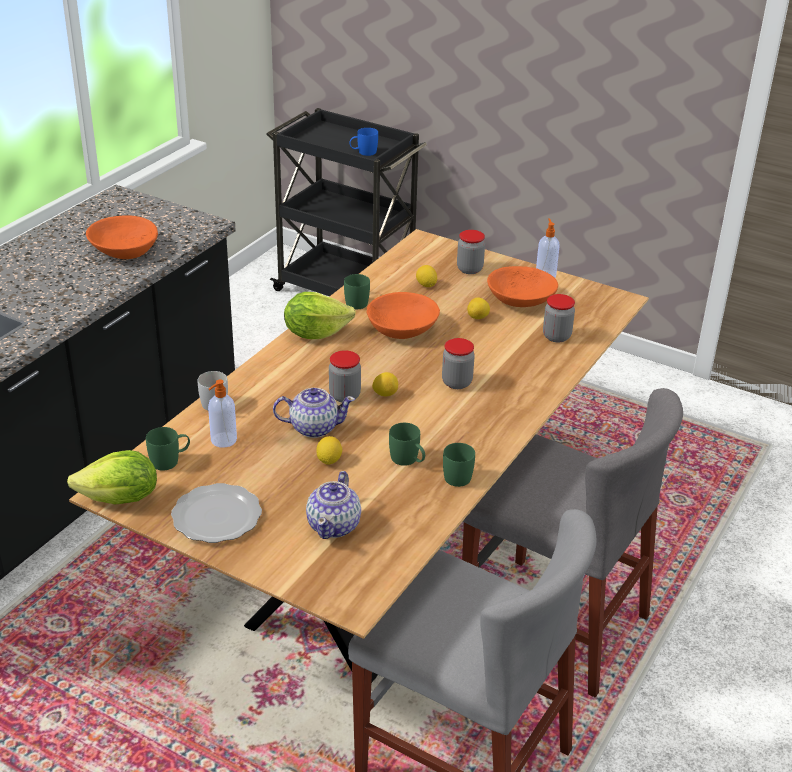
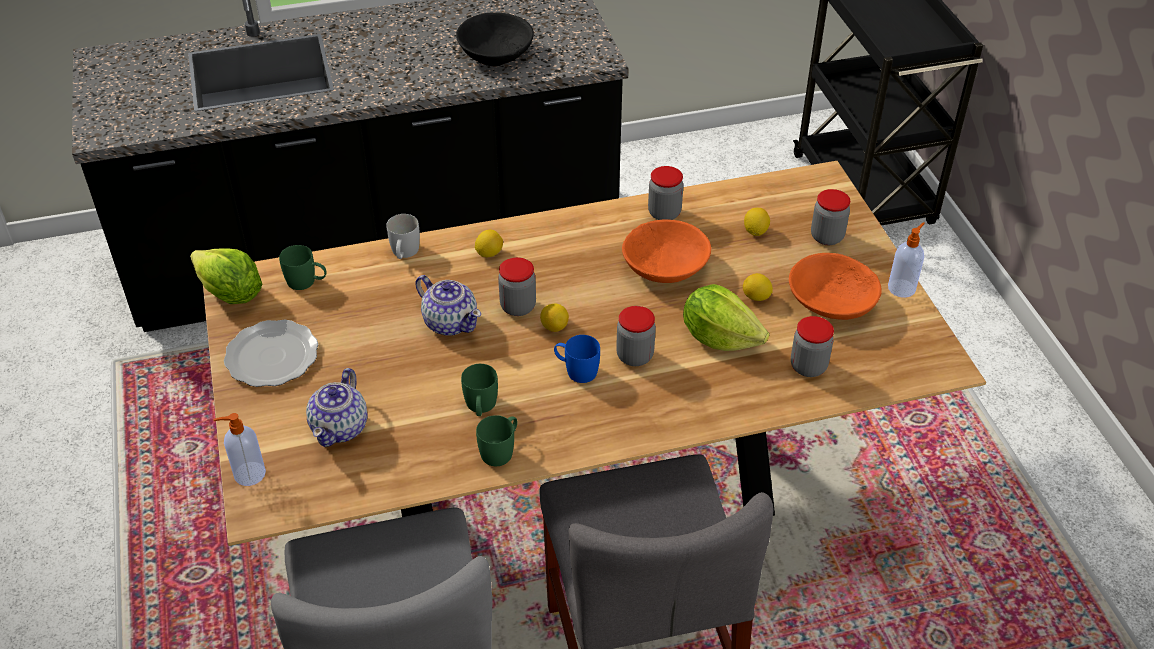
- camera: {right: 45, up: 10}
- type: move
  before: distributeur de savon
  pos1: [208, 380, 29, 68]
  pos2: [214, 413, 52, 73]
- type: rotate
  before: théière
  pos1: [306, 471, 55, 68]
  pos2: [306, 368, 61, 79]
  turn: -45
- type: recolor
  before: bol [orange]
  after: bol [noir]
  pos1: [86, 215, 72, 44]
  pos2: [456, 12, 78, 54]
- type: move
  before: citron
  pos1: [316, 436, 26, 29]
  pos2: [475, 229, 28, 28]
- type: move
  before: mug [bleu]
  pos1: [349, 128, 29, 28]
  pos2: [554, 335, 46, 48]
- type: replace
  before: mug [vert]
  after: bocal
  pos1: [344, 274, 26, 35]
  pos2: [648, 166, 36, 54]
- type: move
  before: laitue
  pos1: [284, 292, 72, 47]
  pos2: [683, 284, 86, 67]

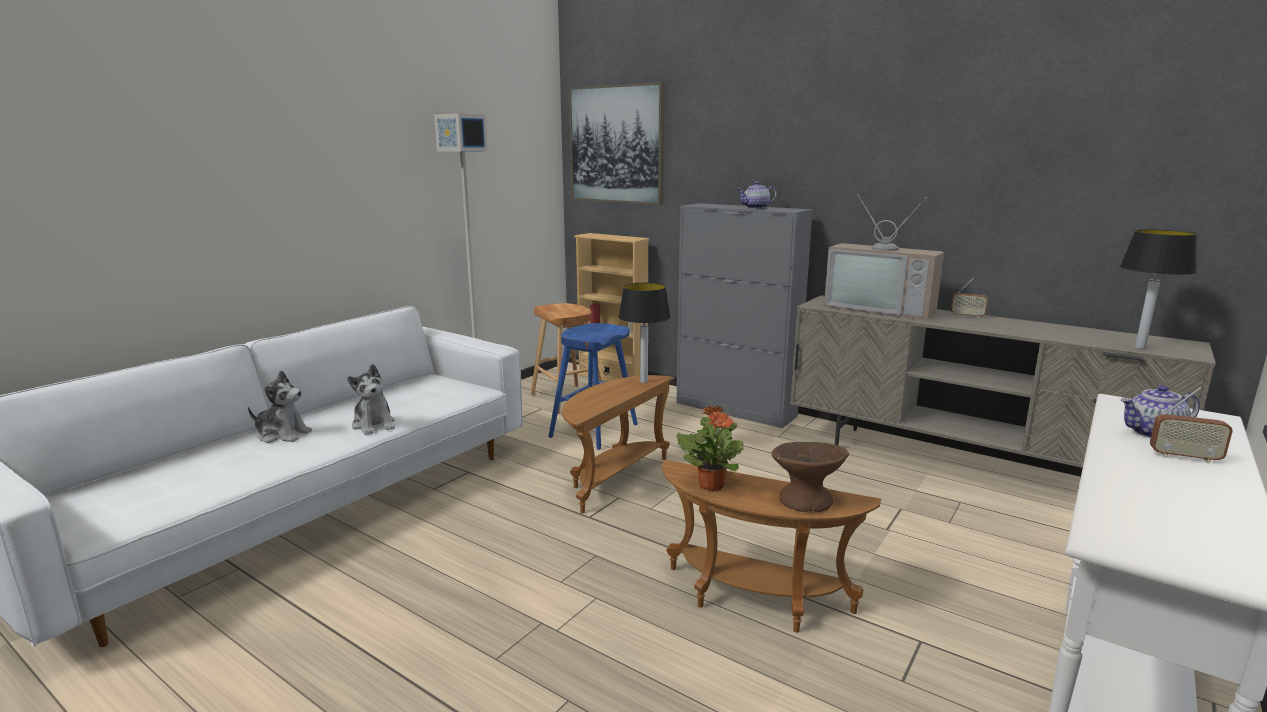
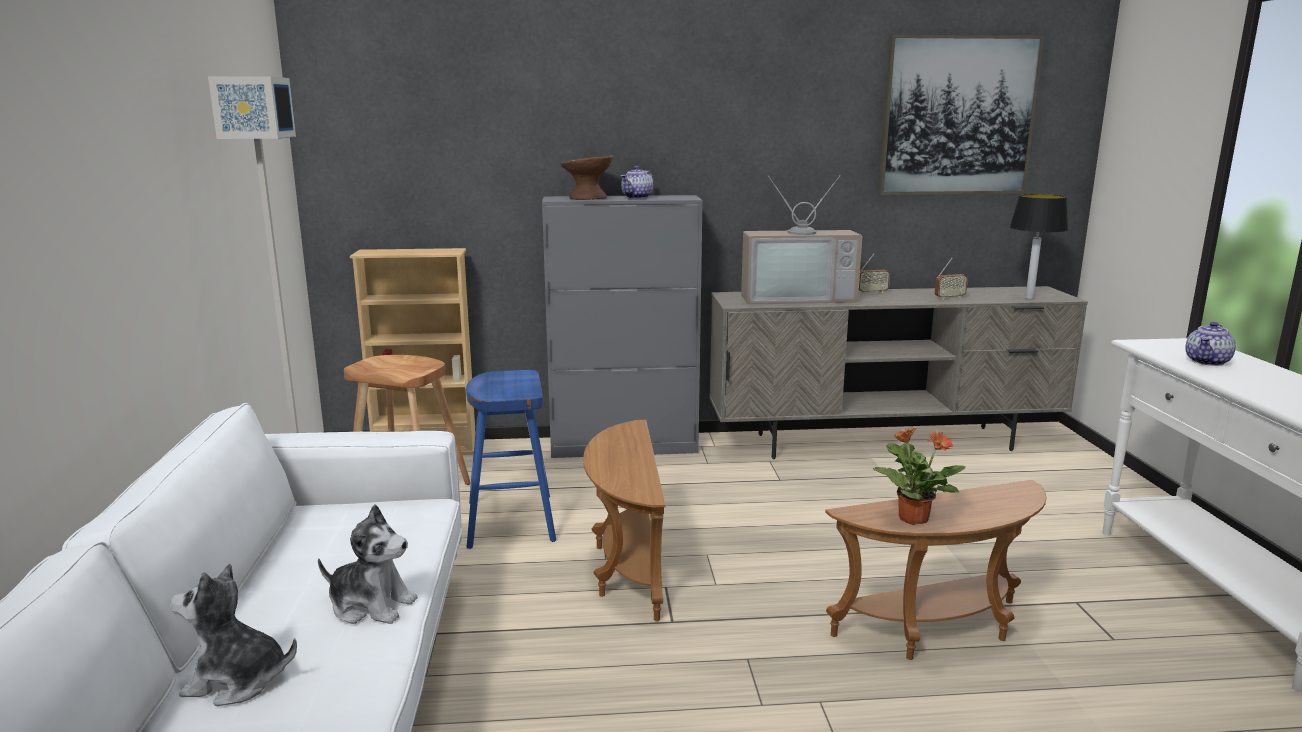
- camera: {right: -40, up: 0}
- type: rotate
  before: peluche
  pos1: [248, 370, 64, 73]
  pos2: [170, 564, 127, 142]
  turn: -150
- type: move
  before: bol [marron]
  pos1: [771, 442, 78, 70]
  pos2: [561, 155, 52, 45]
- type: move
  before: tableau
  pos1: [569, 82, 96, 123]
  pos2: [878, 35, 166, 160]
- type: move
  before: radio
  pos1: [1150, 387, 83, 77]
  pos2: [935, 258, 33, 41]
- type: delete
  before: lampe de table
  pos1: [618, 282, 52, 101]

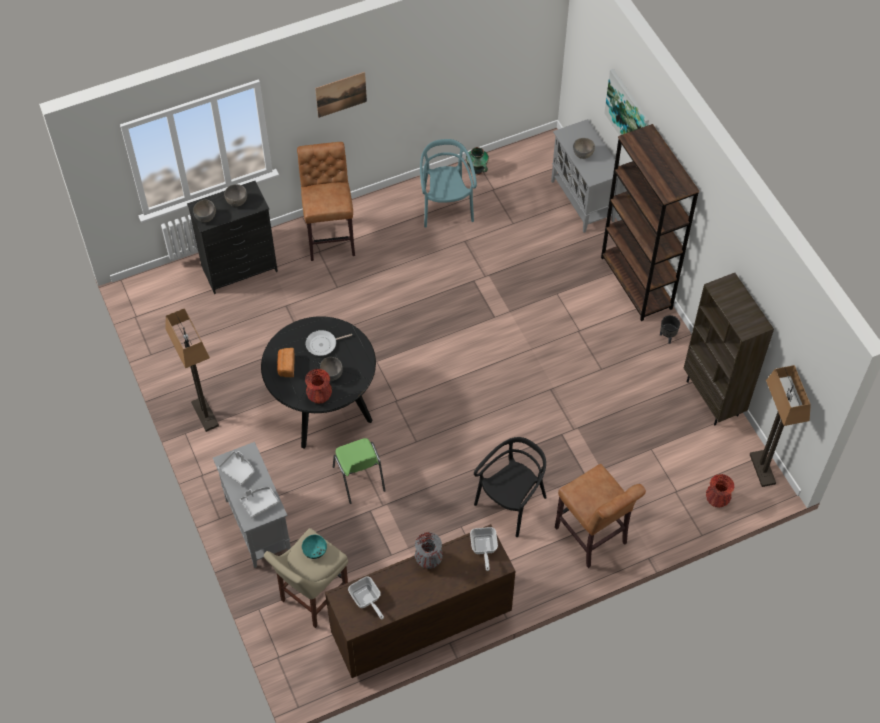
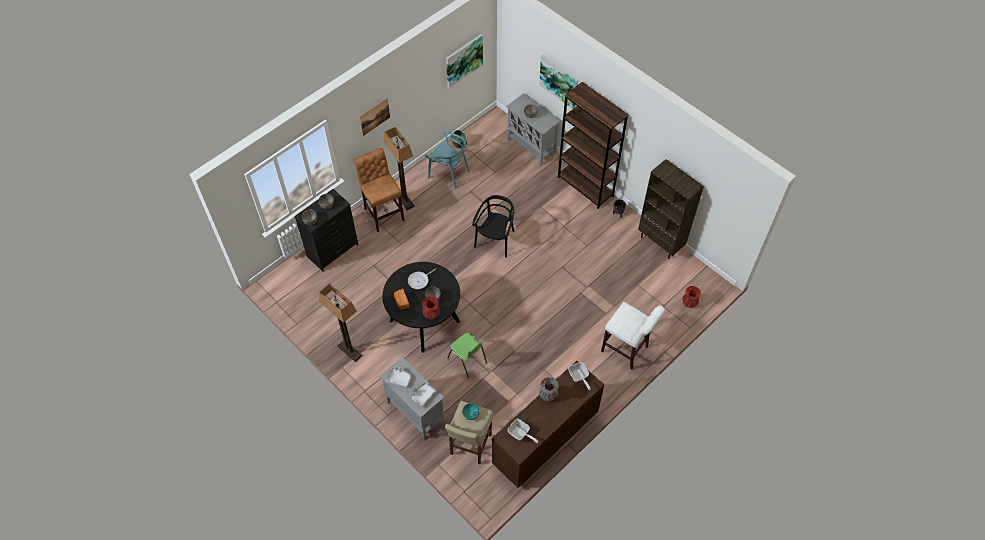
- camera: {right: -20, up: 0}
- type: move
  before: lampadaire
  pos1: [750, 365, 61, 122]
  pos2: [383, 127, 32, 83]
- type: rotate
  before: chaise [turquoise]
  pos1: [420, 139, 57, 89]
  pos2: [425, 131, 45, 58]
  turn: 150
- type: insert
  after: tableau
  pos2: [446, 34, 37, 55]
- type: move
  before: chaise [noir]
  pos1: [474, 437, 73, 100]
  pos2: [472, 195, 42, 62]
- type: recolor
  before: tabouret [marron]
  after: tabouret [blanc]
  pos1: [555, 464, 91, 104]
  pos2: [601, 302, 64, 68]

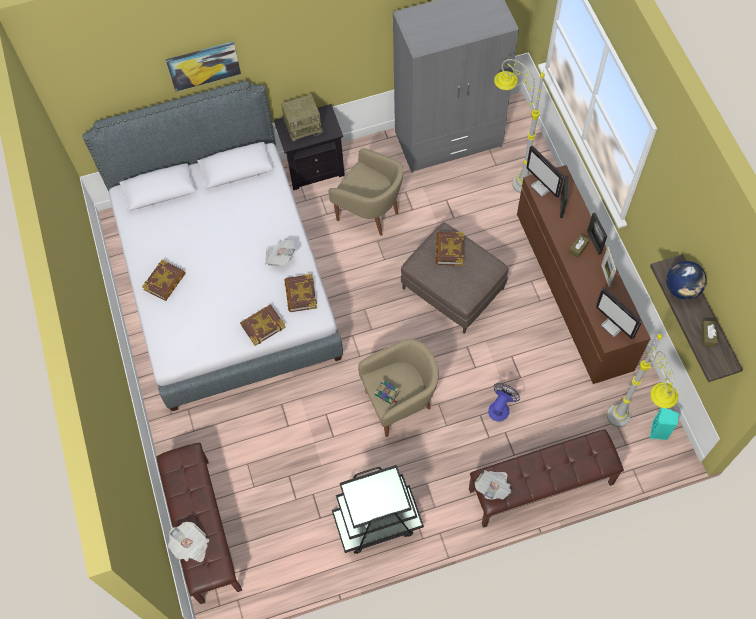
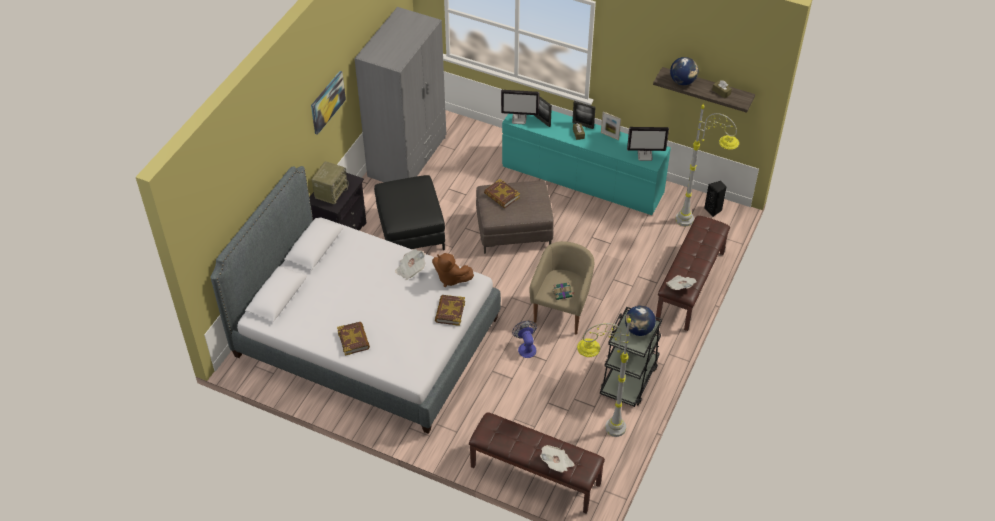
- camera: {right: -50, up: -15}
- type: move
  before: tableau
  pos1: [166, 41, 75, 51]
  pos2: [311, 71, 35, 64]
- type: replace
  before: fauteuil [beige]
  after: pouf [noir]
  pos1: [328, 148, 75, 88]
  pos2: [374, 175, 71, 75]
- type: replace
  before: livre
  after: peluche [marron]
  pos1: [285, 274, 32, 38]
  pos2: [432, 253, 42, 34]
- type: recolor
  before: commode [marron]
  after: commode [turquoise]
  pos1: [517, 165, 134, 219]
  pos2: [502, 110, 169, 105]
- type: move
  before: ventilateur
  pos1: [488, 383, 32, 39]
  pos2: [512, 321, 25, 37]
- type: move
  before: lampadaire [gris]
  pos1: [494, 59, 51, 134]
  pos2: [577, 316, 54, 121]
- type: insert
  after: globe
  pos2: [625, 305, 31, 31]
- type: recolor
  before: enceinte [turquoise]
  after: enceinte [noir]
  pos1: [649, 408, 30, 32]
  pos2: [704, 181, 23, 36]

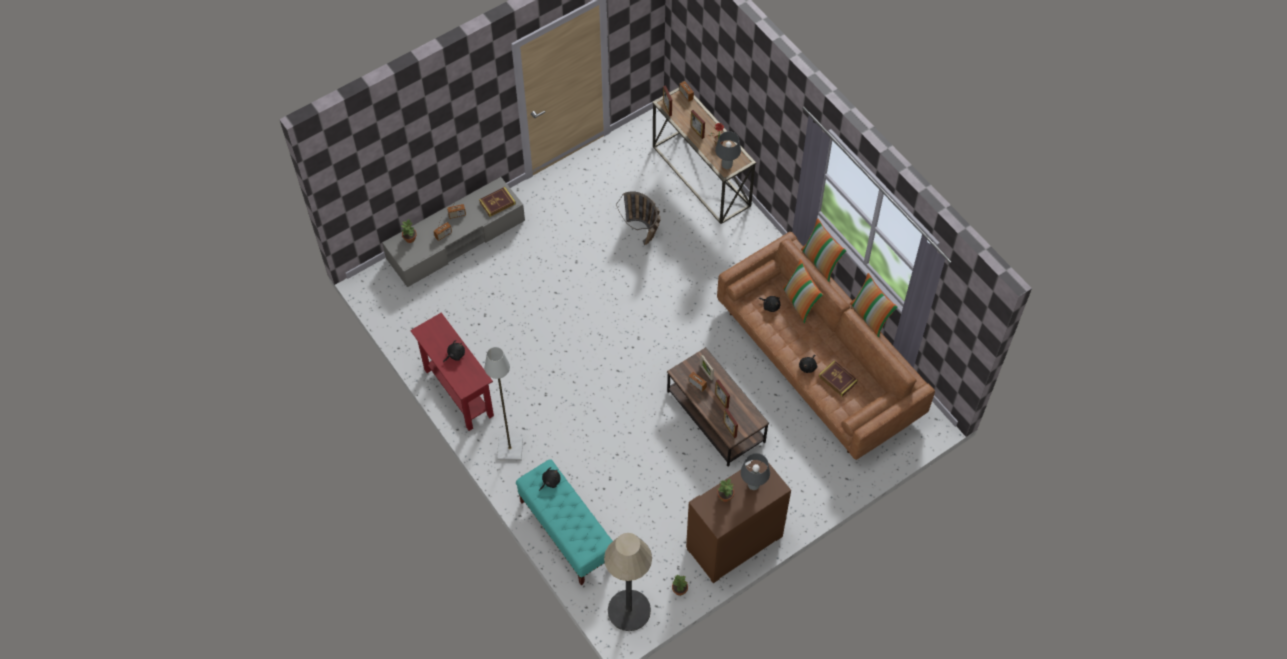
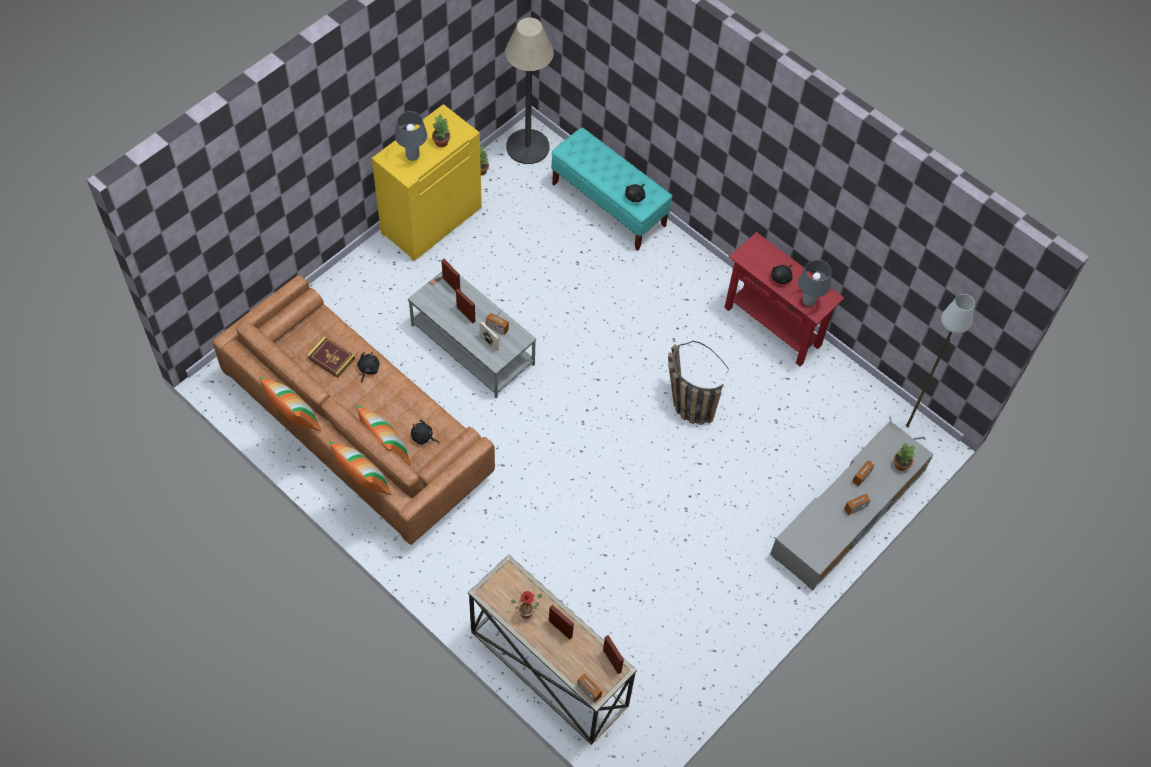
- camera: {right: 165, up: 0}
- type: recolor
  before: meuble de rangement [marron]
  after: meuble de rangement [jaune]
  pos1: [686, 460, 105, 123]
  pos2: [372, 104, 110, 157]
- type: recolor
  before: table basse [marron]
  after: table basse [gris]
  pos1: [667, 347, 102, 119]
  pos2: [408, 271, 128, 127]
- type: move
  before: panier
  pos1: [616, 191, 45, 54]
  pos2: [668, 341, 61, 84]
- type: move
  before: lampe de table [gris]
  pos1: [715, 131, 26, 38]
  pos2: [798, 260, 34, 46]
- type: move
  before: lampadaire [gris]
  pos1: [485, 347, 38, 114]
  pos2: [889, 294, 86, 146]
- type: delete
  before: livre
  pos1: [479, 187, 37, 30]

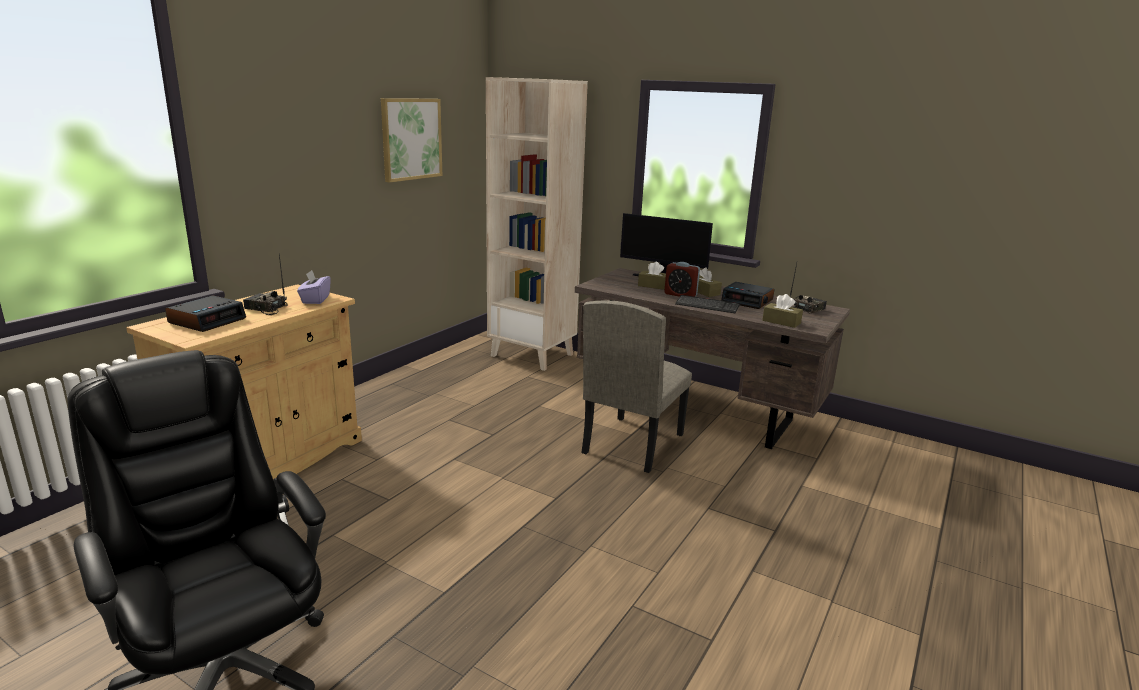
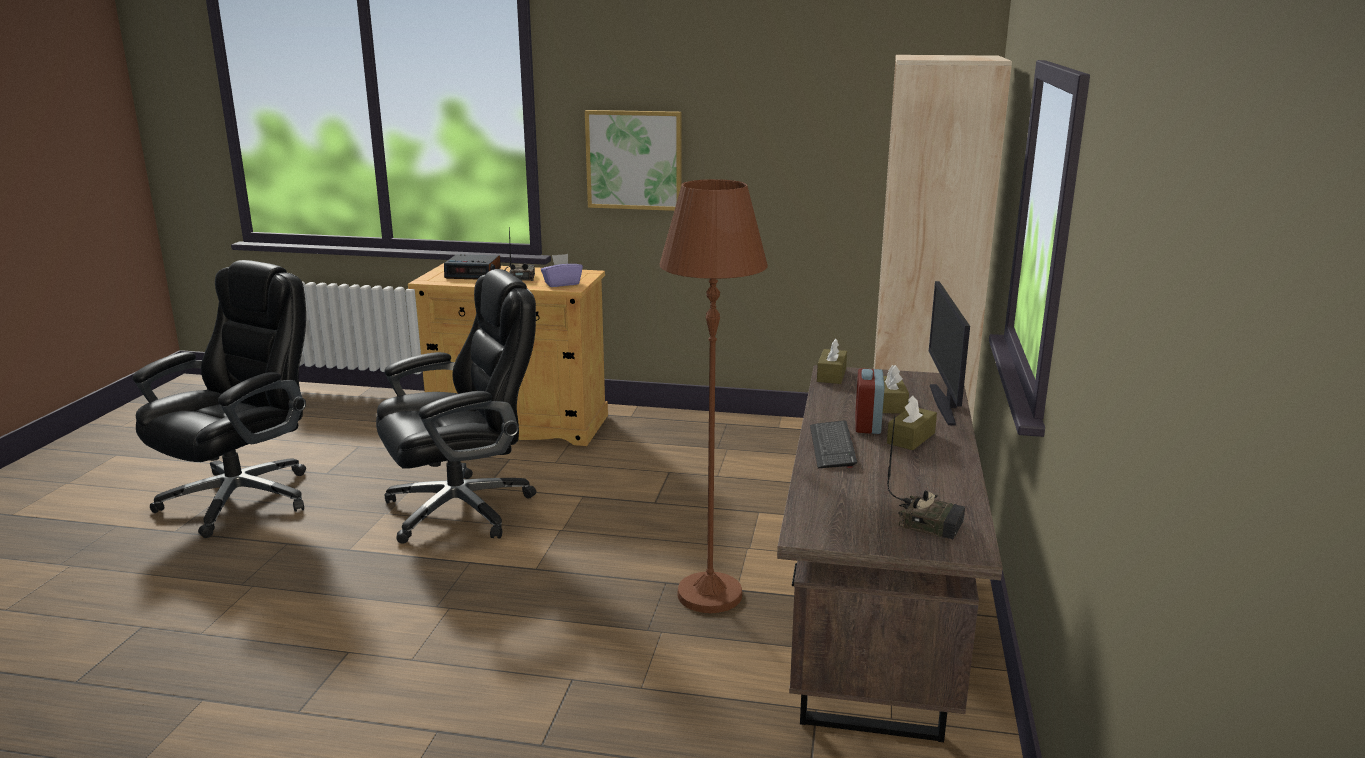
- camera: {right: 70, up: 0}
- type: insert
  after: chaise de bureau [noir]
  pos2: [376, 269, 160, 275]
- type: move
  before: tableau
  pos1: [381, 98, 61, 85]
  pos2: [585, 110, 97, 101]
- type: replace
  before: chaise [beige]
  after: lampadaire [marron]
  pos1: [581, 300, 111, 173]
  pos2: [660, 179, 108, 434]
- type: move
  before: boîte à mouchoirs [marron]
  pos1: [762, 294, 41, 34]
  pos2: [817, 339, 30, 45]
- type: delete
  before: réveil
  pos1: [721, 282, 53, 27]

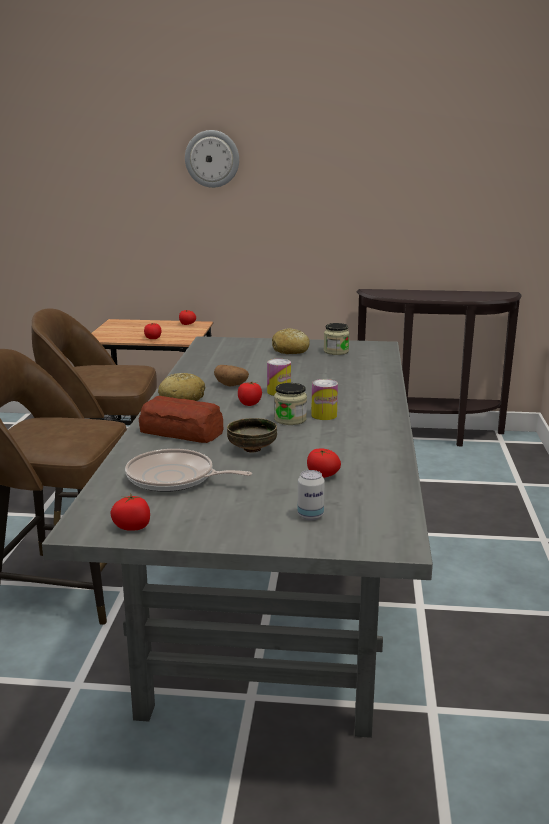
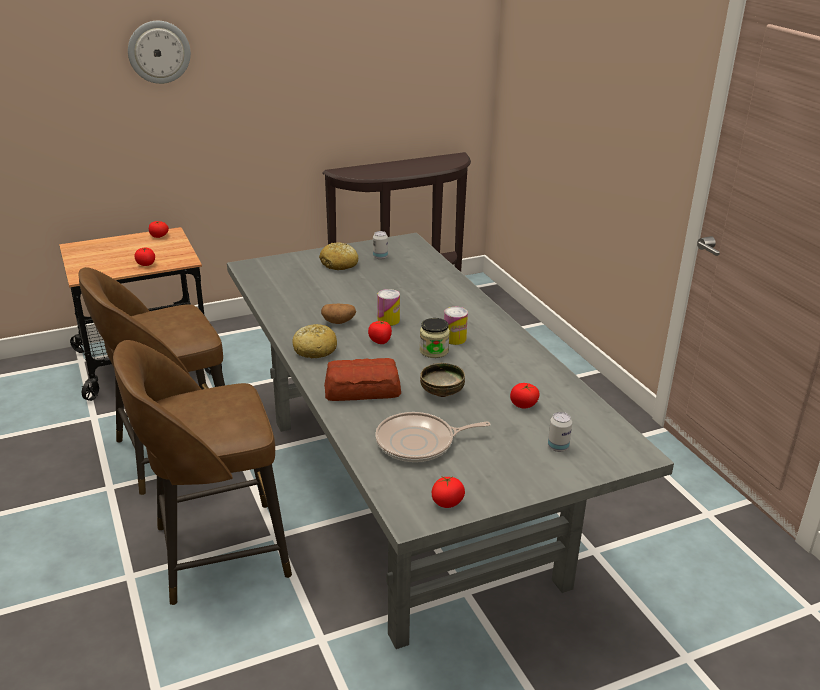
- camera: {right: -30, up: 10}
- type: replace
  before: bocal
  after: boîte métallique
  pos1: [324, 323, 26, 32]
  pos2: [373, 231, 15, 29]

